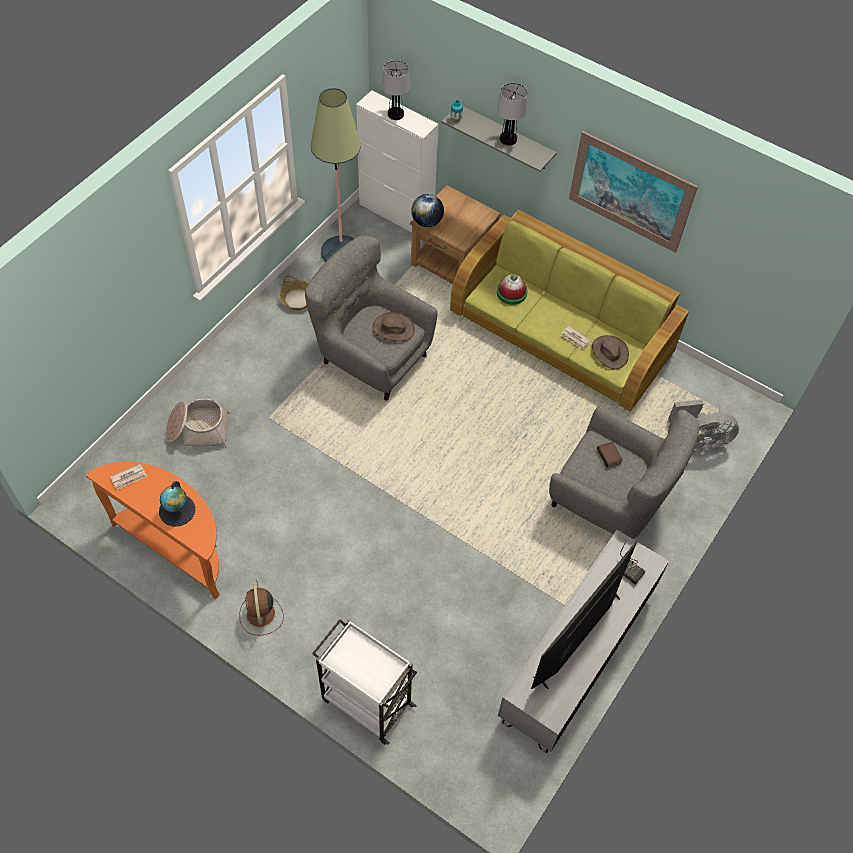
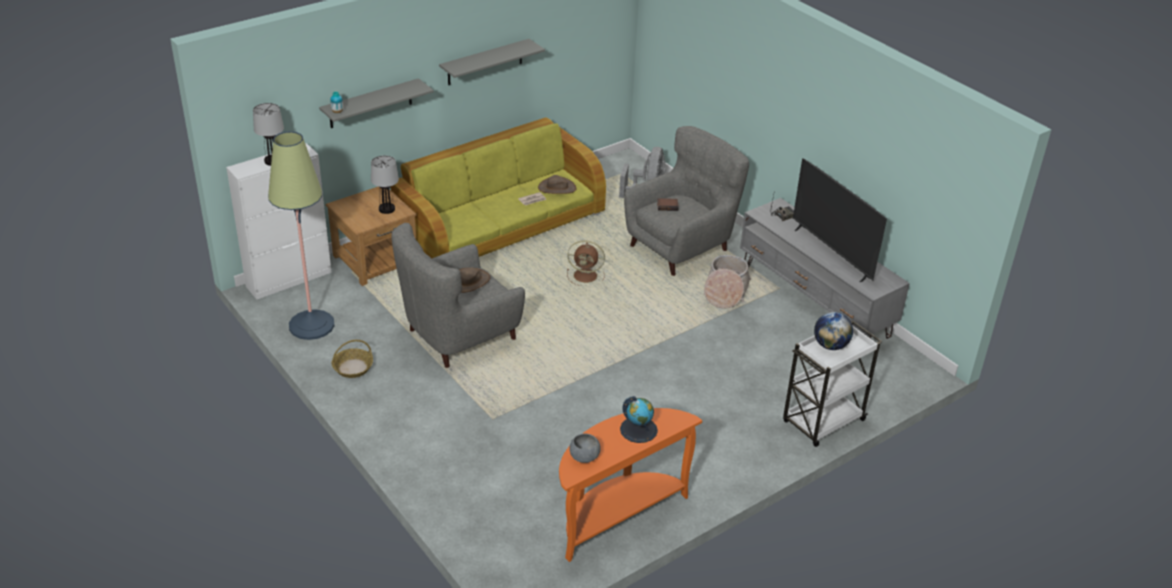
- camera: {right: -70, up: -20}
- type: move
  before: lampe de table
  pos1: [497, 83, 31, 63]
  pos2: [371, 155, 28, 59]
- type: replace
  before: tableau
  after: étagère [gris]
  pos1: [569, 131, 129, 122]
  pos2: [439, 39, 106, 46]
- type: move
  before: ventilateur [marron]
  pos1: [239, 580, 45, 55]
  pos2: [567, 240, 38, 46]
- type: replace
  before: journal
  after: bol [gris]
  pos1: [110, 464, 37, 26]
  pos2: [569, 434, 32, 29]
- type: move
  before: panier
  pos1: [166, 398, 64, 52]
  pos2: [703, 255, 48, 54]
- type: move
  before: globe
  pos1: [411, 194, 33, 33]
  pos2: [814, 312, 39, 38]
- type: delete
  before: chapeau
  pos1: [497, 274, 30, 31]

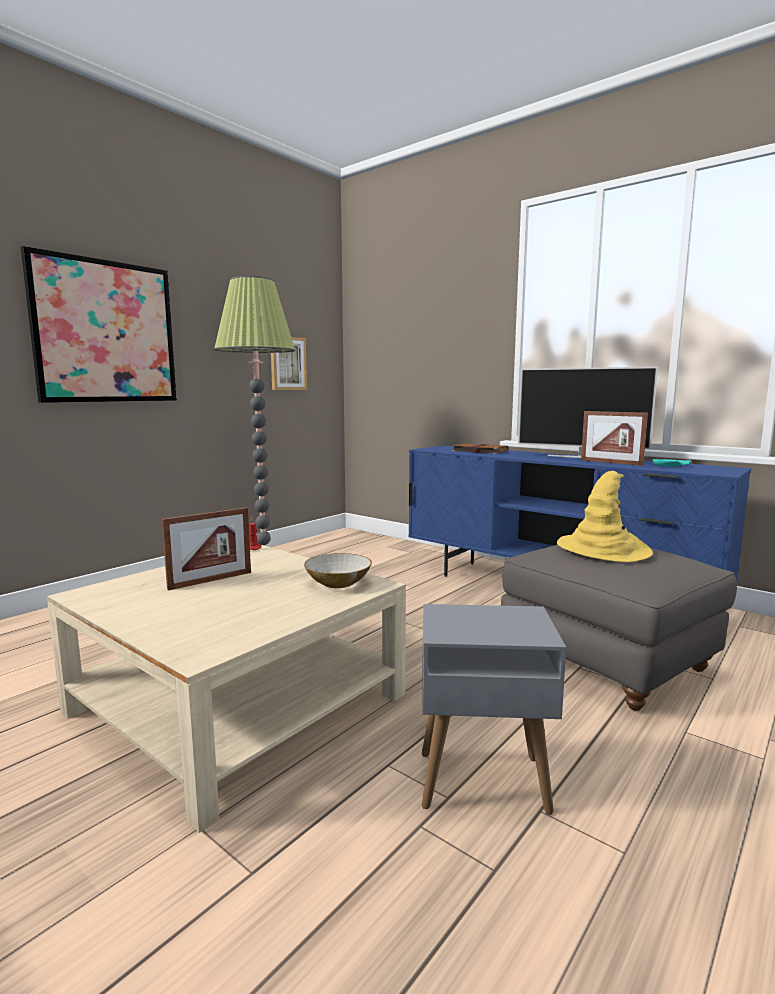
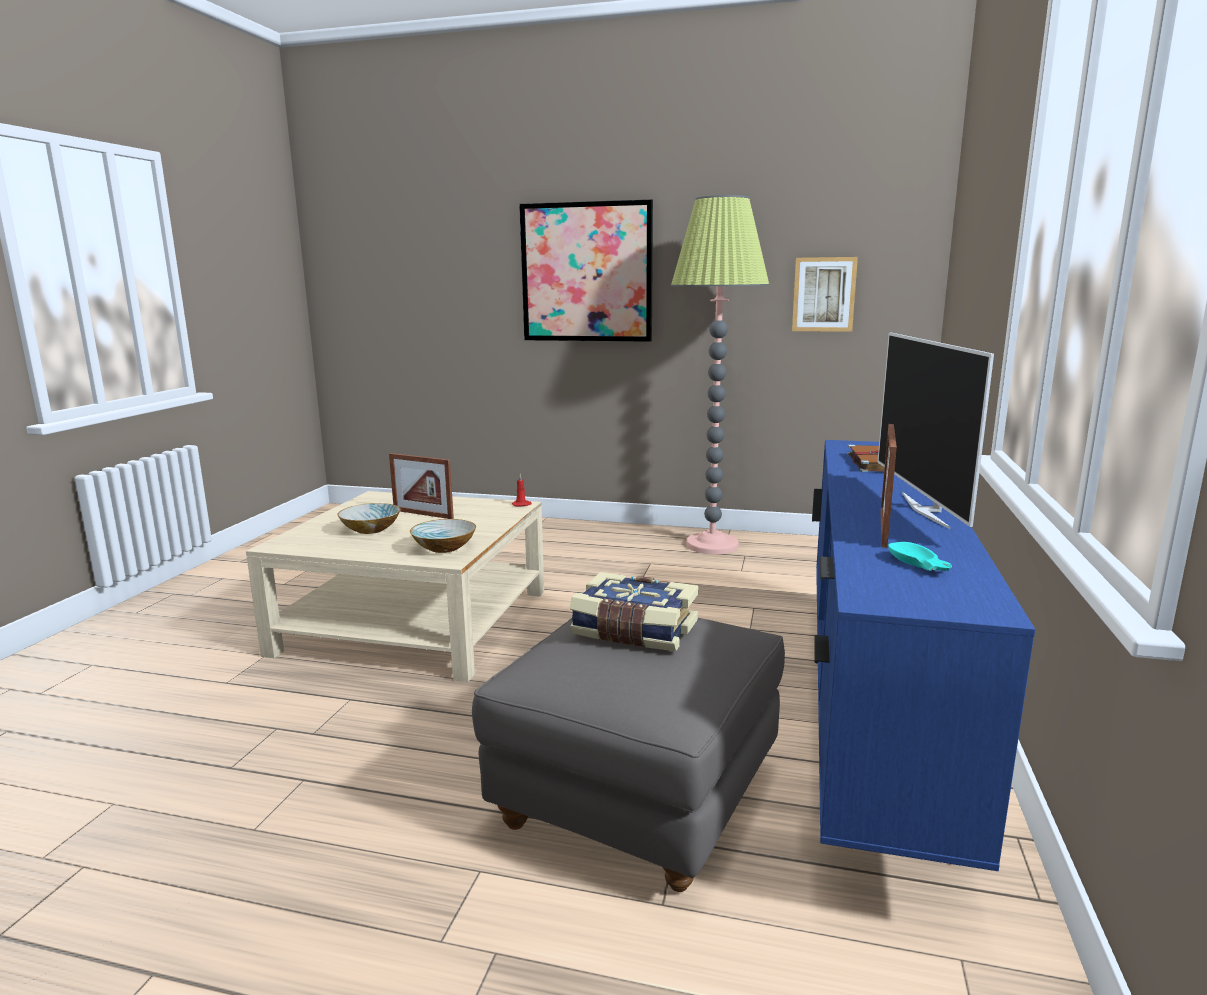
- camera: {right: 65, up: 5}
- type: insert
  after: bol
  pos2: [337, 503, 63, 31]
- type: replace
  before: chapeau [jaune]
  after: livre
  pos1: [557, 471, 96, 91]
  pos2: [569, 572, 129, 79]
- type: delete
  before: table d'appoint [gris]
  pos1: [422, 604, 144, 210]

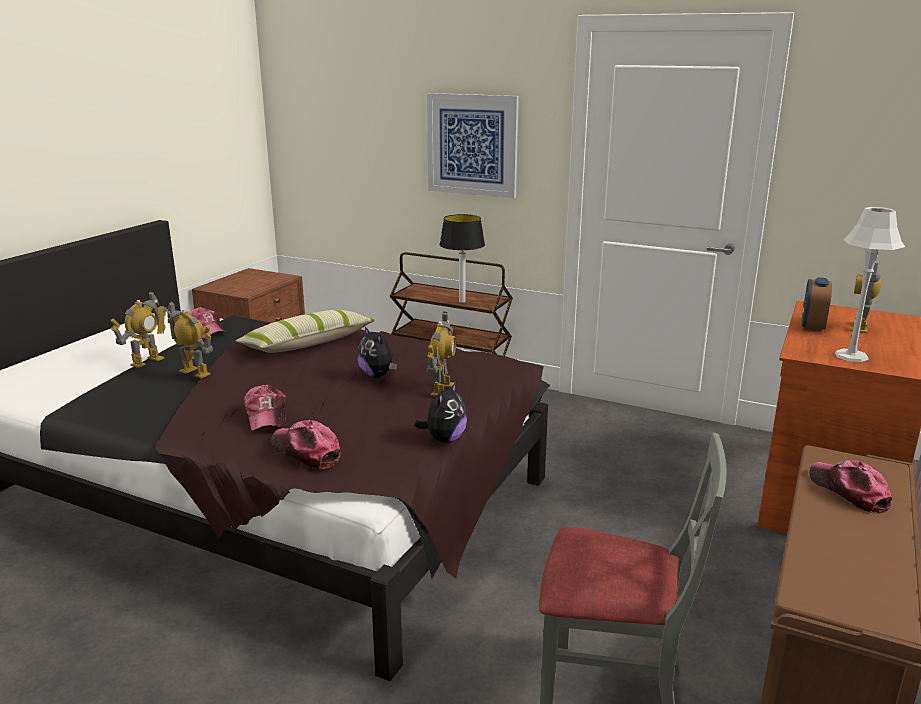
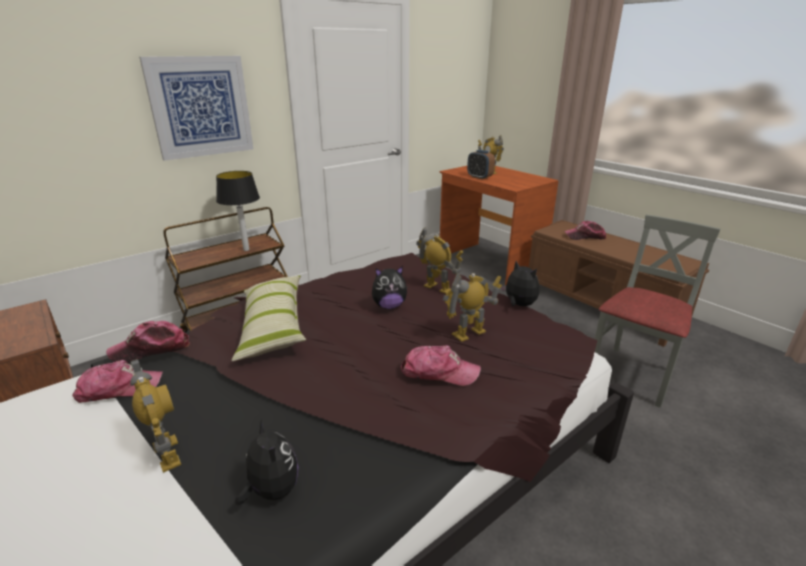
- camera: {right: -65, up: 5}
- type: move
  before: casquette
  pos1: [271, 420, 70, 49]
  pos2: [106, 321, 84, 42]
- type: insert
  after: peluche
  pos2: [235, 419, 63, 86]
- type: move
  before: robot jouet
  pos1: [167, 302, 46, 76]
  pos2: [443, 273, 59, 69]
- type: delete
  before: lampe de table [gris]
  pos1: [835, 207, 70, 155]

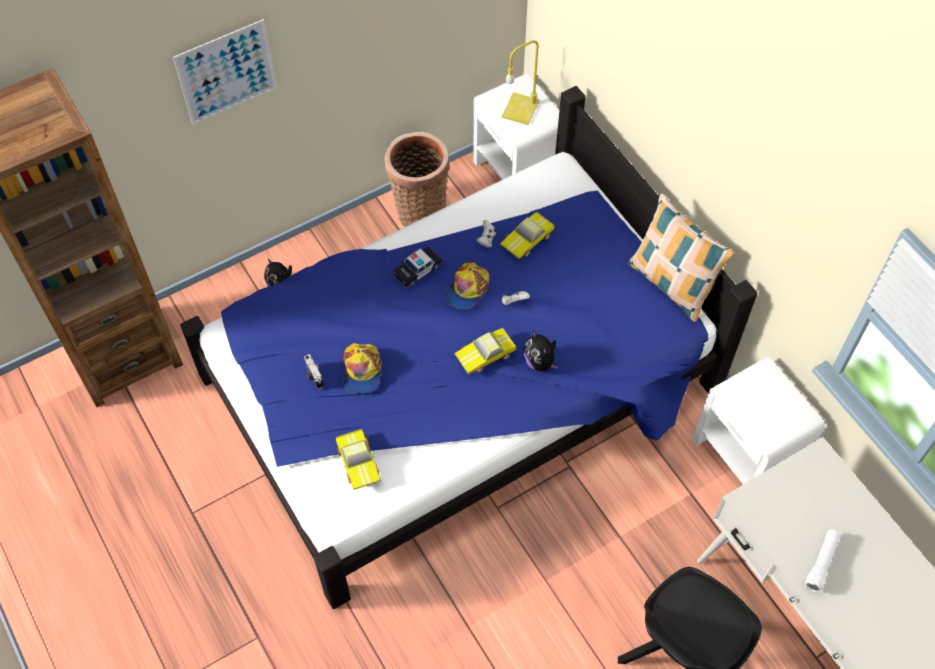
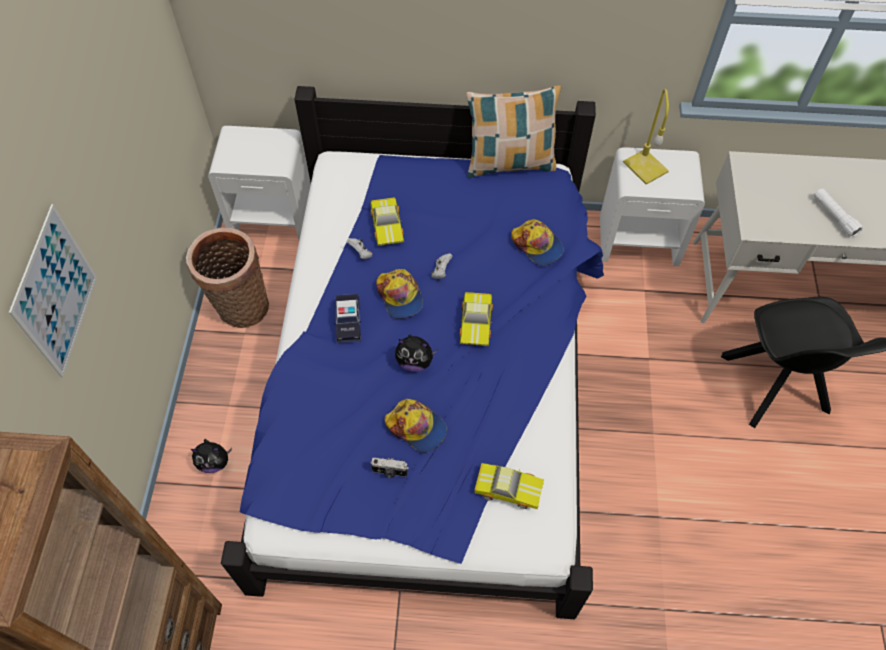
- camera: {right: -55, up: 0}
- type: move
  before: peluche
  pos1: [523, 330, 35, 41]
  pos2: [395, 334, 42, 37]
- type: insert
  after: casquette
  pos2: [511, 219, 53, 47]
- type: move
  before: lampe de table [jaune]
  pos1: [502, 40, 37, 85]
  pos2: [623, 88, 46, 97]

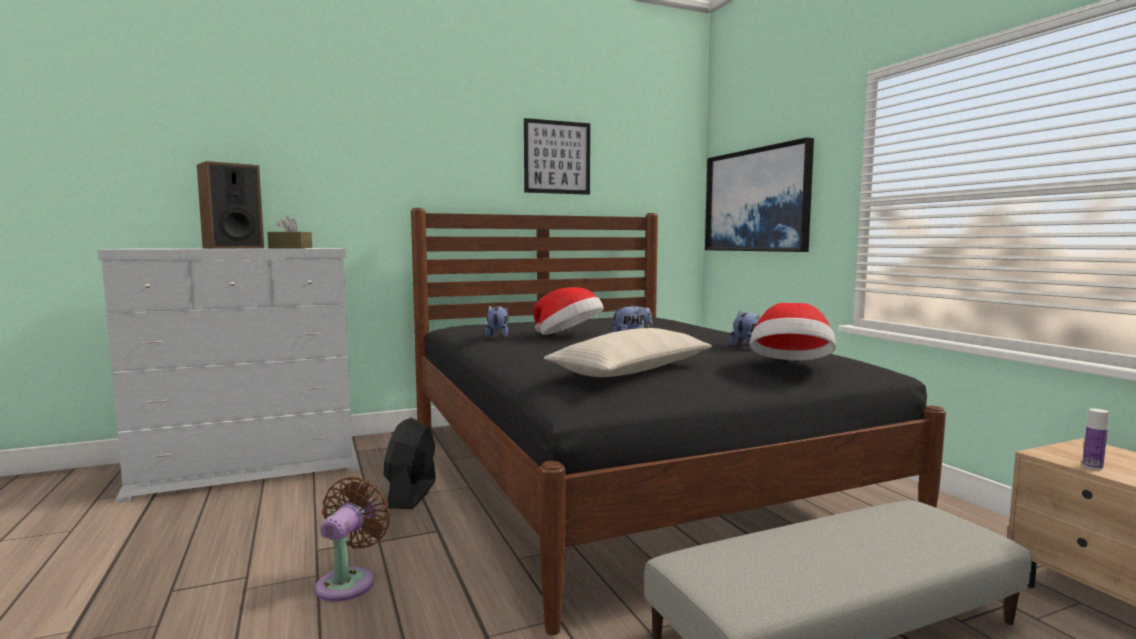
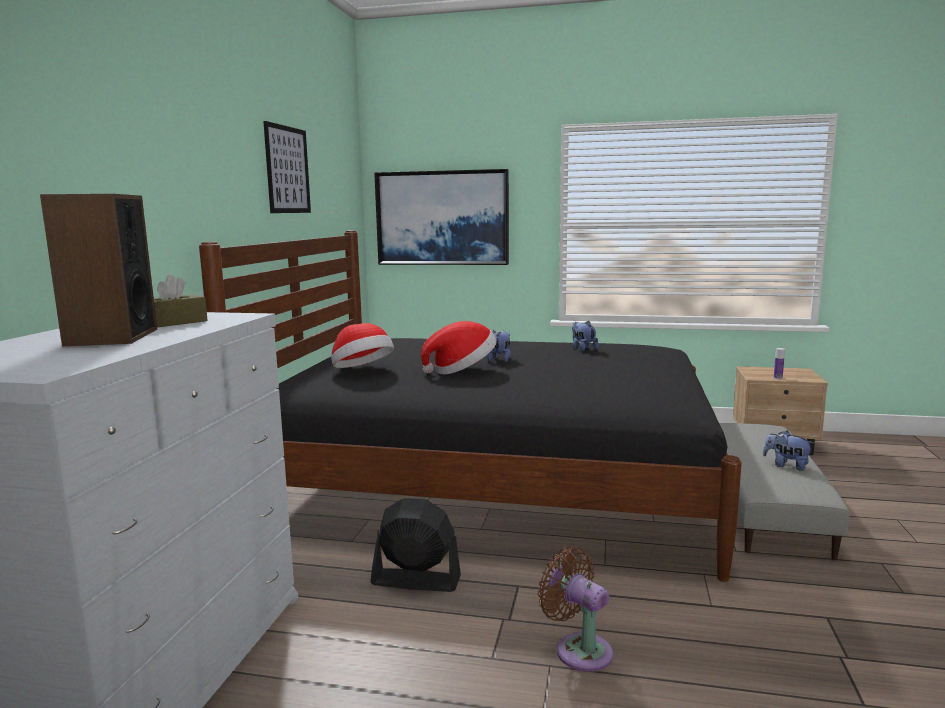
- camera: {right: -55, up: 5}
- type: move
  before: chapeau
  pos1: [750, 303, 86, 57]
  pos2: [331, 323, 63, 45]
- type: rotate
  before: ventilateur [noir]
  pos1: [383, 418, 53, 91]
  pos2: [370, 498, 91, 94]
  turn: 150
- type: move
  before: peluche
  pos1: [485, 305, 23, 33]
  pos2: [763, 431, 51, 40]
- type: delete
  before: coussin [beige]
  pos1: [544, 328, 168, 49]

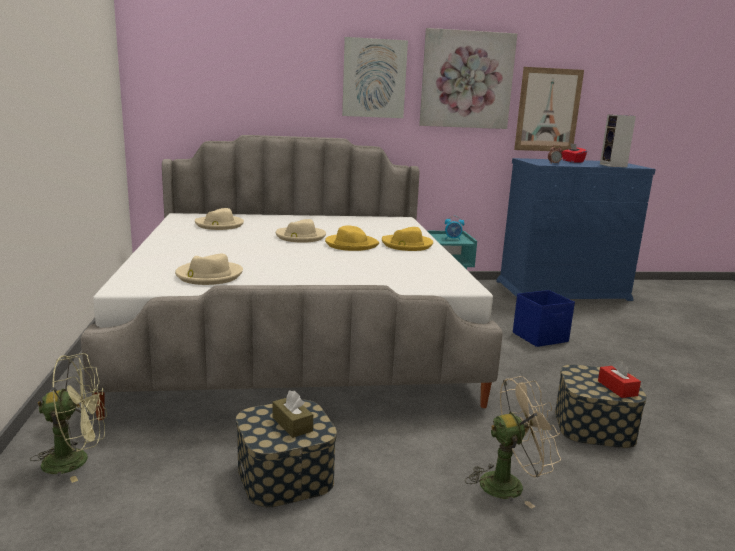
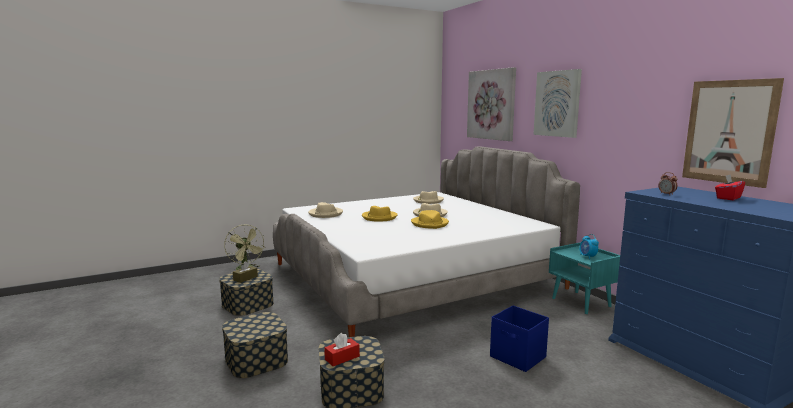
- camera: {right: 70, up: -5}
- type: replace
  before: ventilateur [beige]
  after: boîte de rangement
  pos1: [465, 376, 96, 133]
  pos2: [222, 312, 66, 66]
- type: move
  before: chapeau [jaune]
  pos1: [382, 227, 51, 24]
  pos2: [362, 206, 36, 16]
- type: move
  before: tableau
  pos1: [419, 28, 98, 101]
  pos2: [467, 67, 49, 74]
- type: delete
  before: enceinte
  pos1: [600, 114, 36, 53]

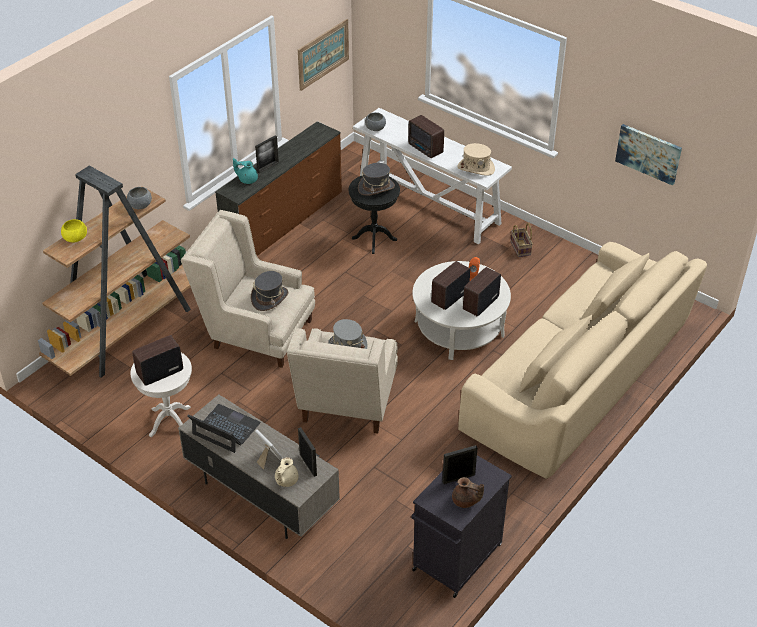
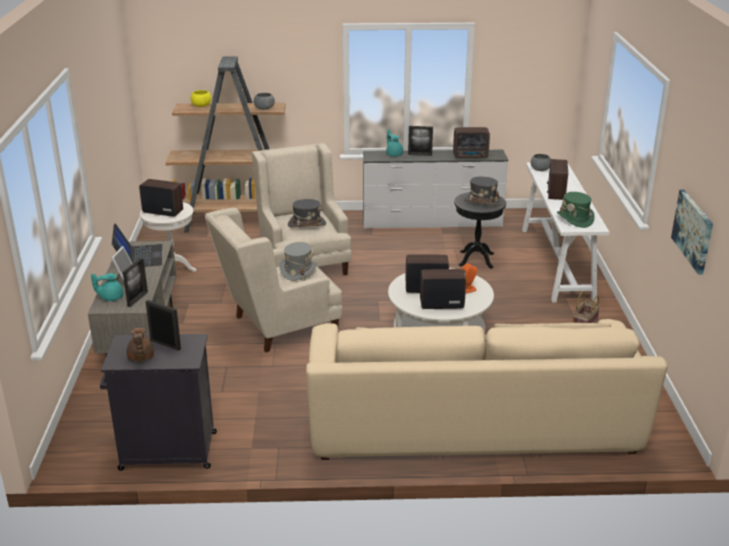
- camera: {right: 50, up: -15}
- type: recolor
  before: théière [beige]
  after: théière [turquoise]
  pos1: [275, 457, 23, 30]
  pos2: [91, 273, 32, 28]
- type: recolor
  before: commode [marron]
  after: commode [blanc]
  pos1: [215, 121, 127, 135]
  pos2: [363, 150, 145, 79]
- type: insert
  after: radio
  pos2: [453, 127, 37, 31]
- type: recolor
  before: chapeau [beige]
  after: chapeau [vert]
  pos1: [458, 143, 37, 33]
  pos2: [557, 192, 38, 36]
- type: delete
  before: tableau
  pos1: [298, 19, 51, 72]

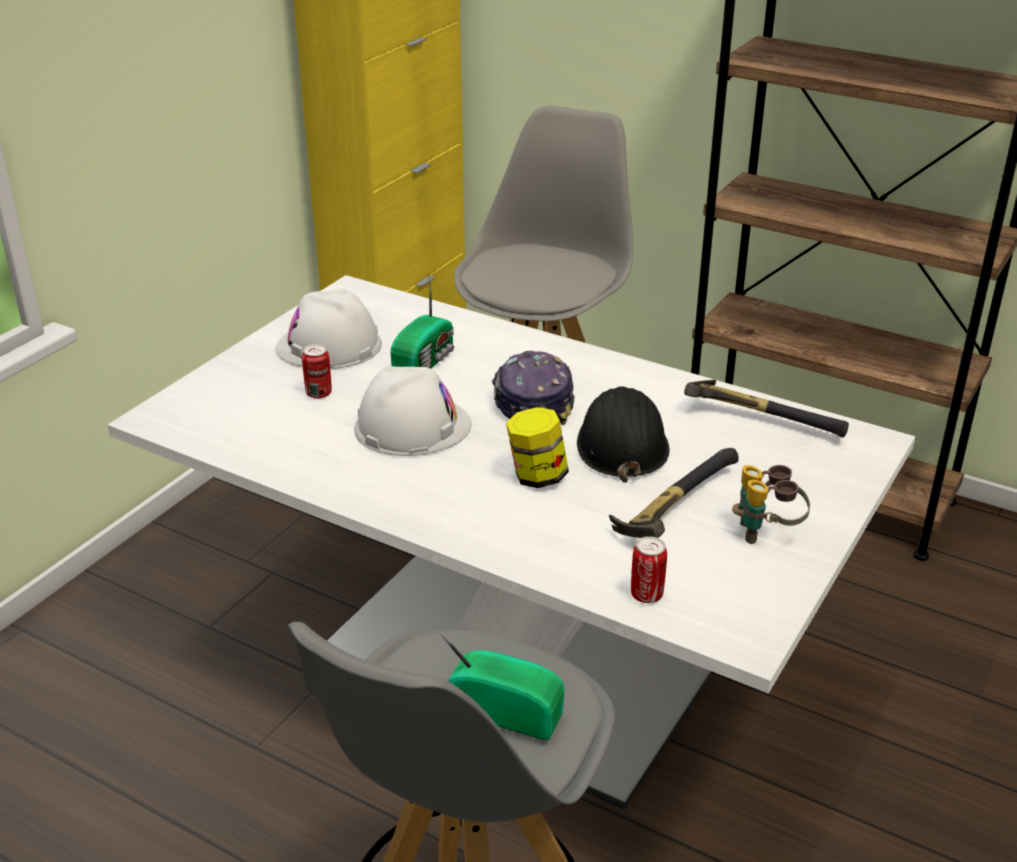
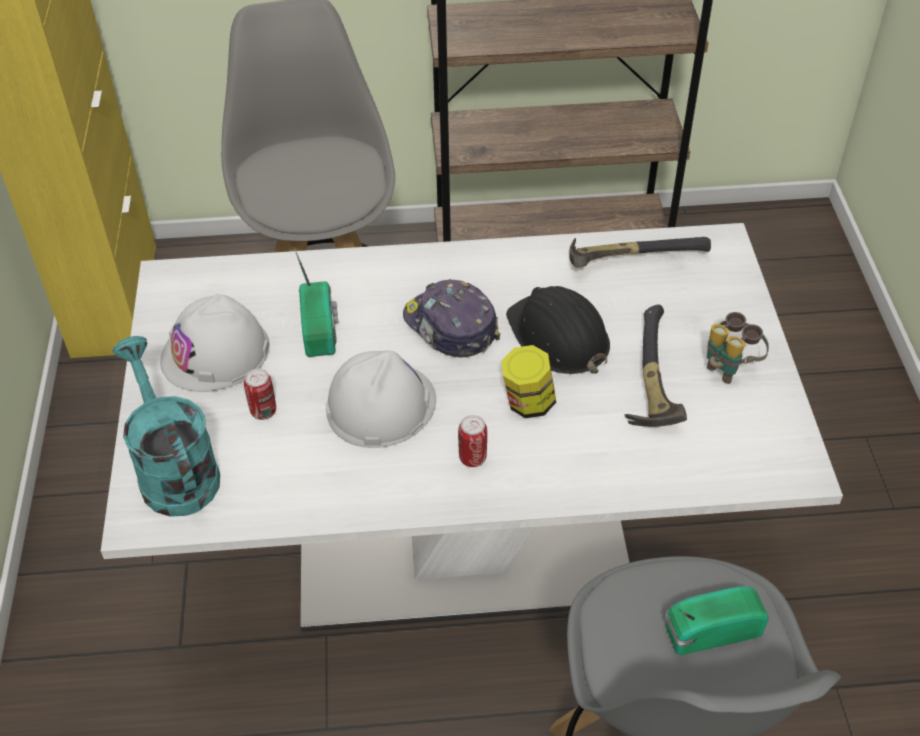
- camera: {right: -35, up: 15}
- type: insert
  after: arrosoir [turquoise]
  pos2: [113, 336, 107, 181]
- type: move
  before: boîte métallique
  pos1: [631, 536, 36, 67]
  pos2: [458, 415, 29, 52]

